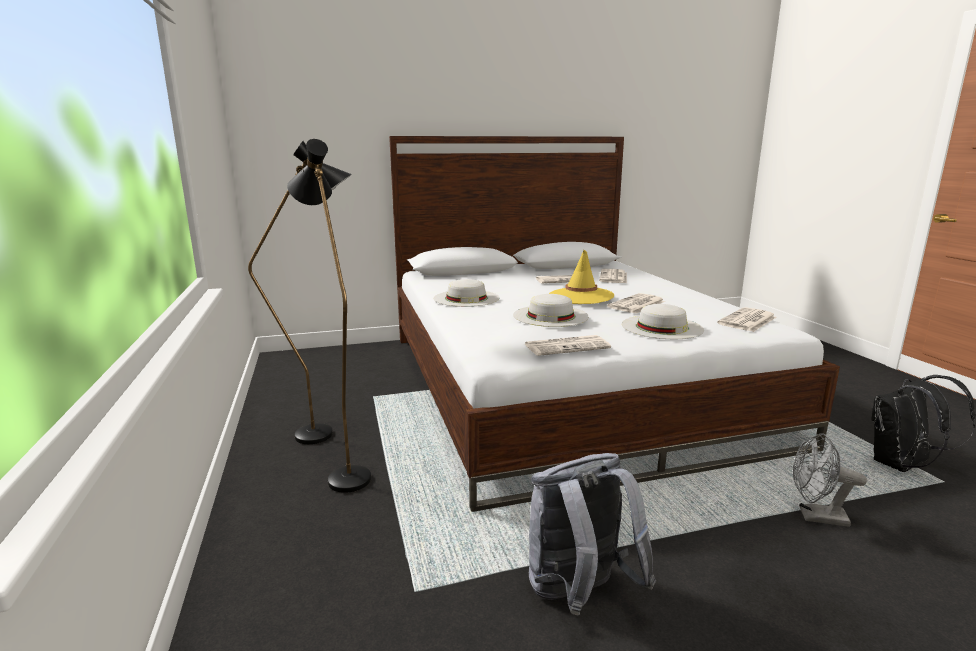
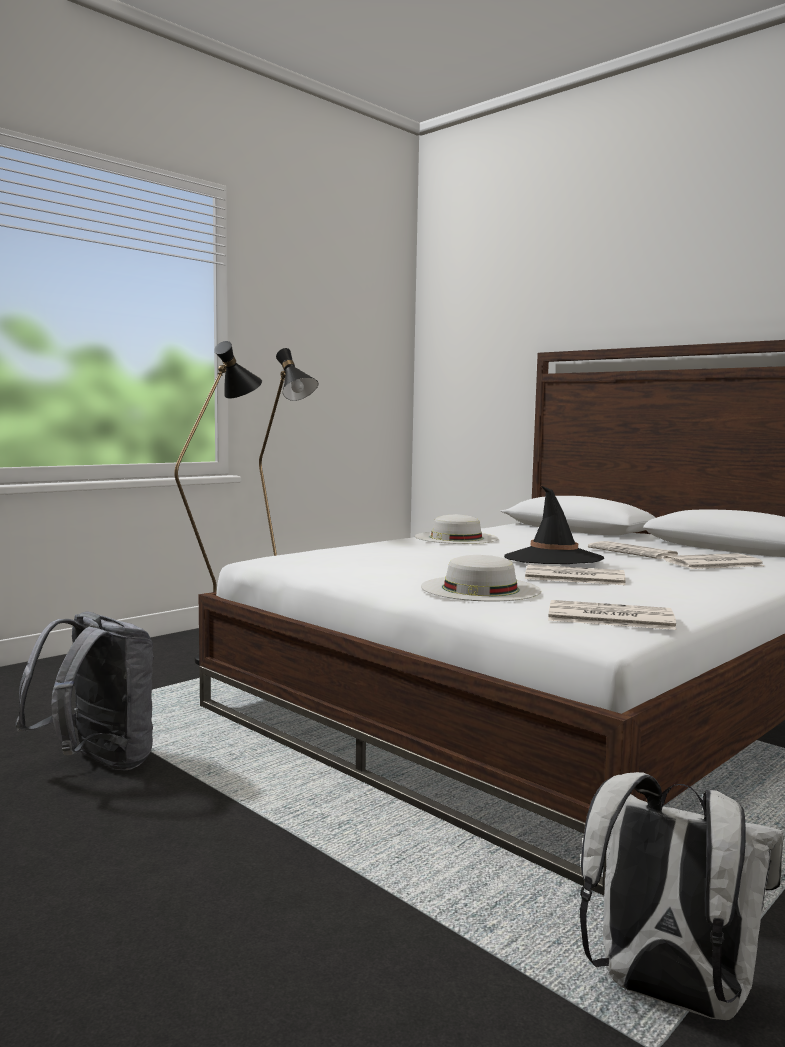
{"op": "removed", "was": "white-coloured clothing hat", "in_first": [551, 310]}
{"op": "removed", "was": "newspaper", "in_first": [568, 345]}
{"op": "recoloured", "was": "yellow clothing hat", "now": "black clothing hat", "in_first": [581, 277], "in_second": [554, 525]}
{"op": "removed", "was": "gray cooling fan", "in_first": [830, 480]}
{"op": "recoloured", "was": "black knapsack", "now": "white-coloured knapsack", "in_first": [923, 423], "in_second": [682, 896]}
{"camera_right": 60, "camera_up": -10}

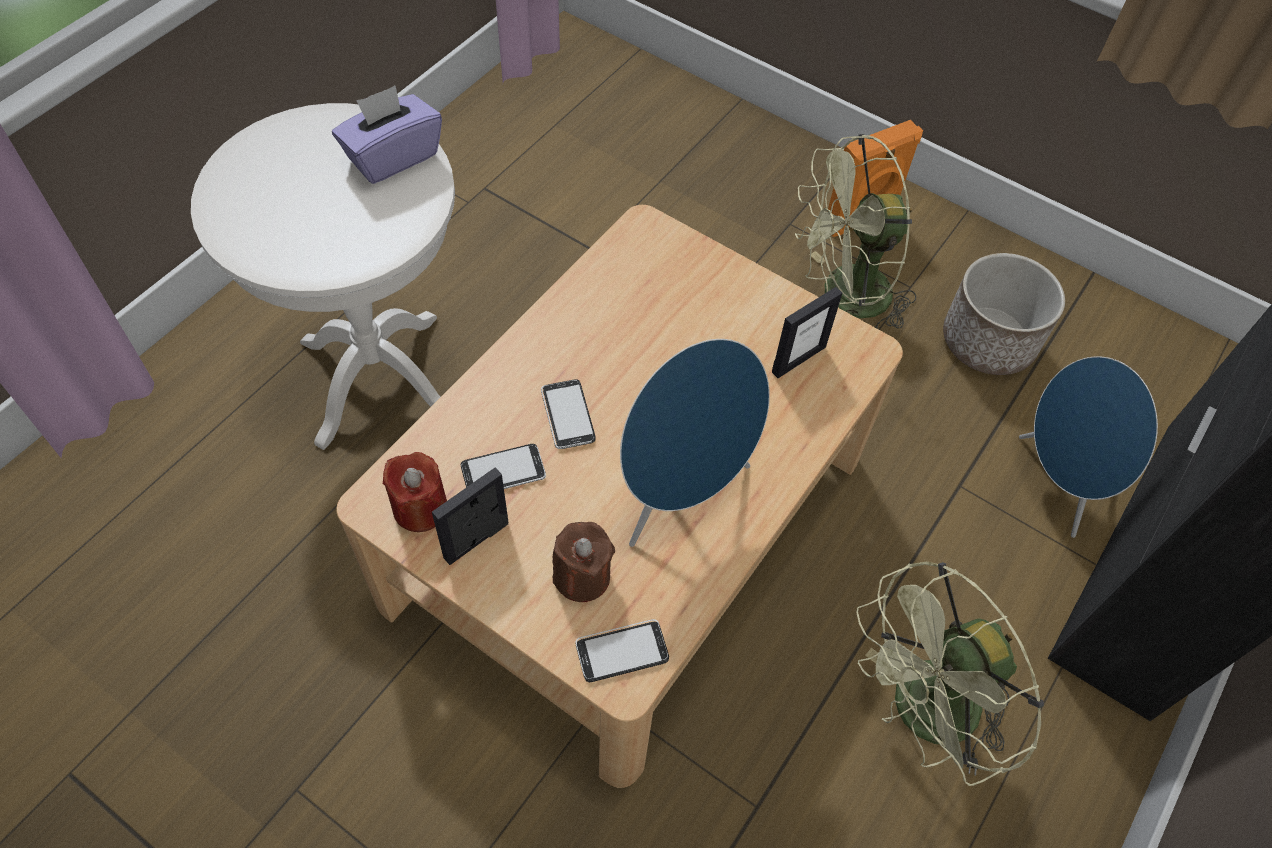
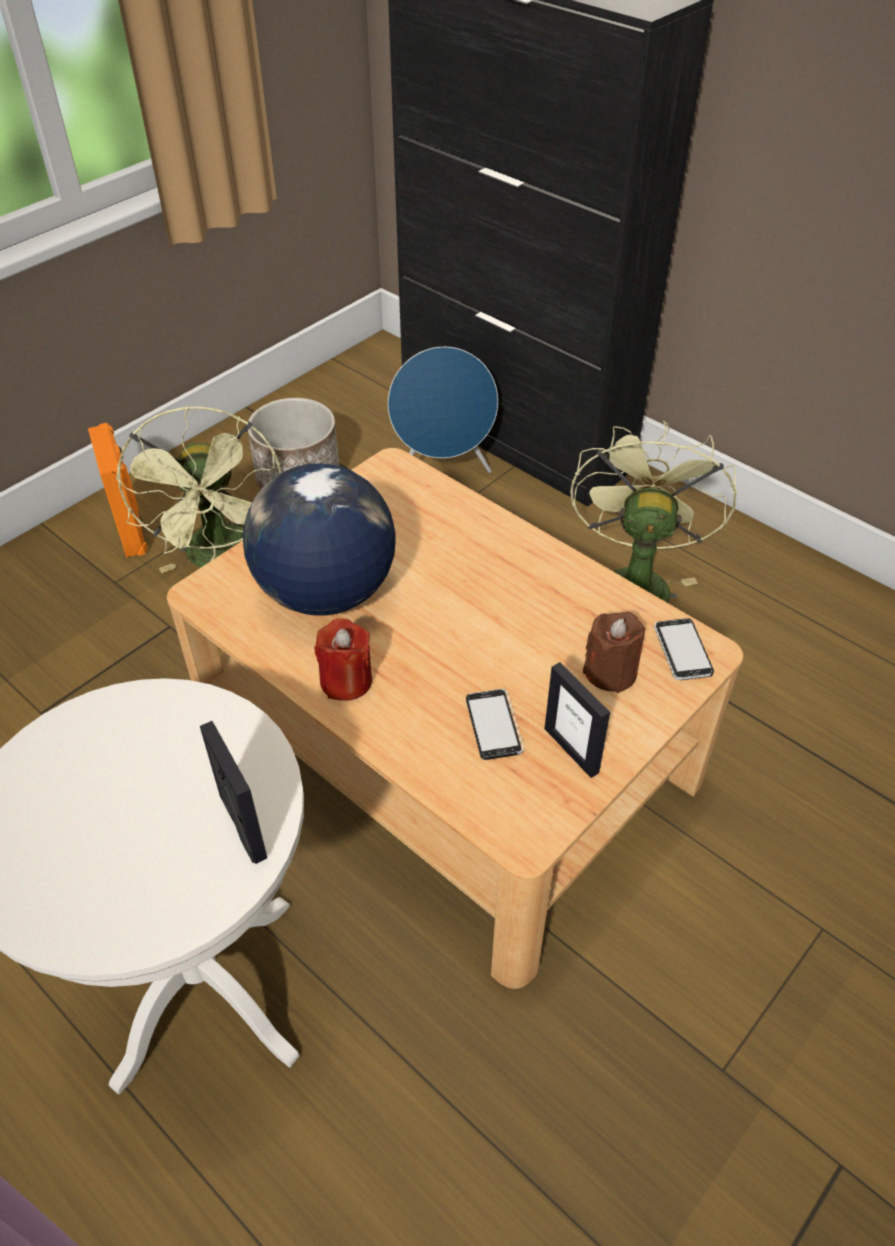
{"op": "removed", "was": "purplish box of tissues", "in_first": [387, 135]}
{"op": "moved", "was": "reddish candle", "in_first": [415, 492], "in_second": [343, 659]}
{"op": "removed", "was": "telephone", "in_first": [568, 414]}
{"op": "removed", "was": "blue-coloured audio speaker", "in_first": [695, 443]}
{"op": "moved", "was": "picture frame", "in_first": [807, 332], "in_second": [233, 792]}
{"op": "turned", "was": "green-coloured cooling fan", "in_first": [950, 673], "in_second": [653, 511], "clockwise": -150}
{"op": "added", "now": "world globe", "in_second": [319, 539]}
{"camera_right": -80, "camera_up": -10}

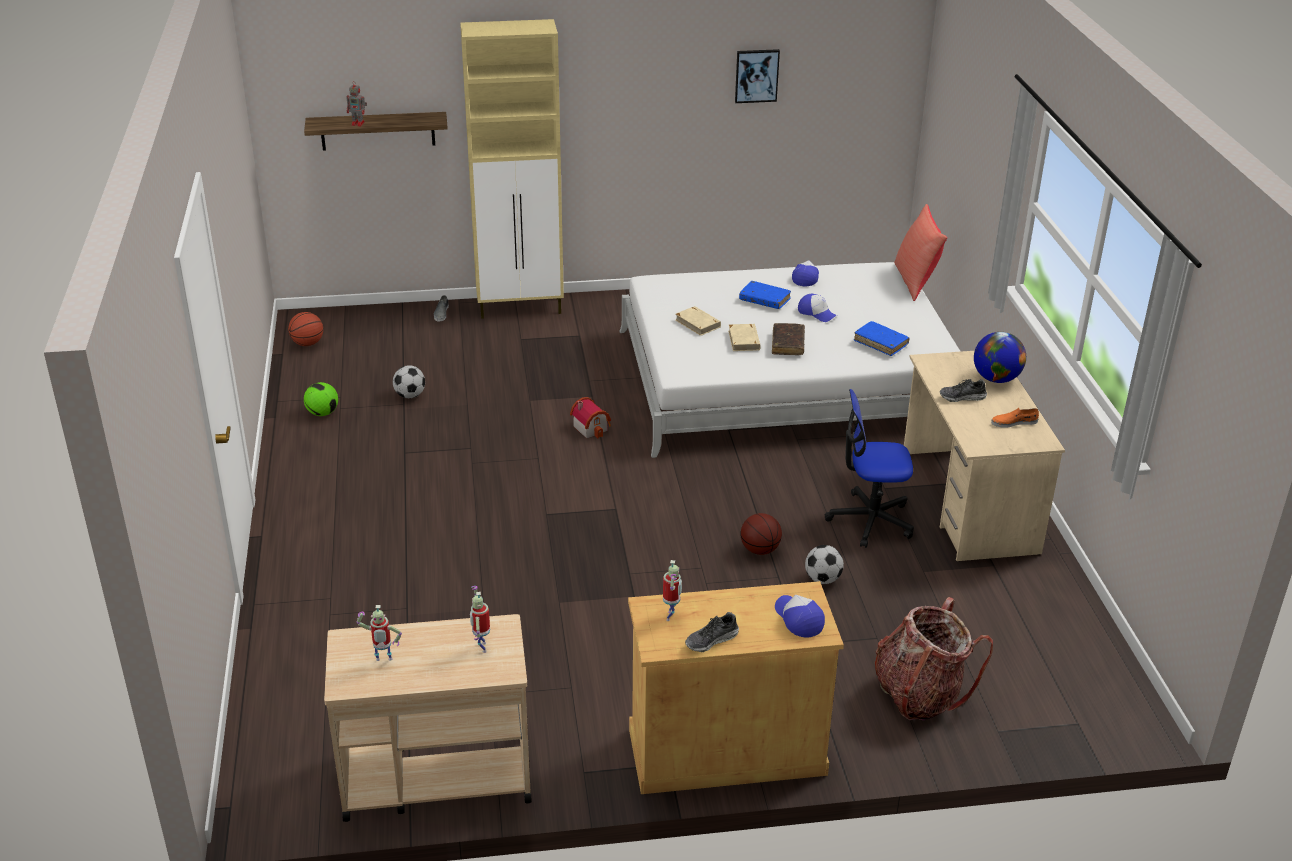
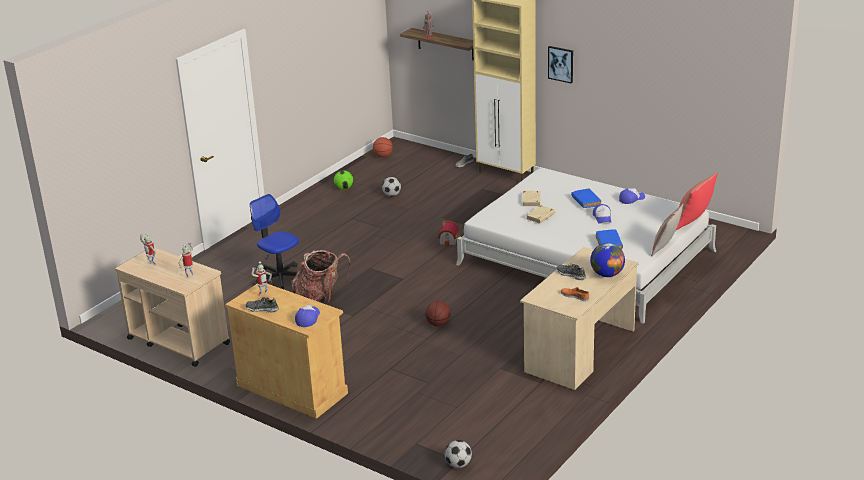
{"op": "moved", "was": "wall picture", "in_first": [757, 76], "in_second": [560, 65]}
{"op": "removed", "was": "brown book", "in_first": [788, 339]}
{"op": "moved", "was": "football", "in_first": [824, 564], "in_second": [458, 454]}
{"op": "moved", "was": "office chair", "in_first": [869, 468], "in_second": [274, 241]}
{"op": "moved", "was": "knapsack", "in_first": [934, 659], "in_second": [320, 277]}
{"op": "added", "now": "cushion", "in_second": [667, 230]}
{"camera_right": 45, "camera_up": -5}

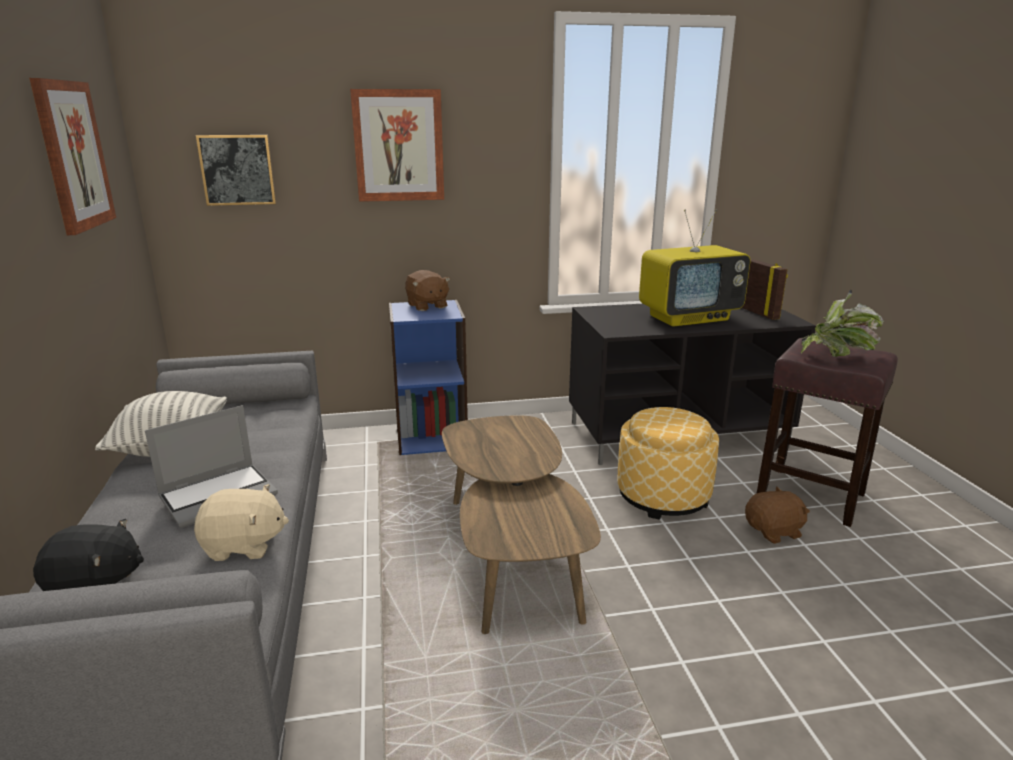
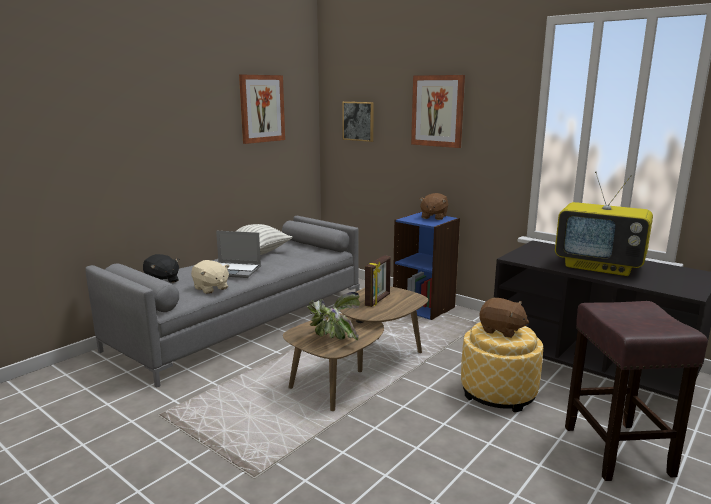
{"op": "moved", "was": "picture frame", "in_first": [764, 289], "in_second": [378, 281]}
{"op": "moved", "was": "brown soft toy", "in_first": [777, 515], "in_second": [504, 318]}
{"op": "moved", "was": "plant in a pot", "in_first": [842, 323], "in_second": [333, 316]}
{"camera_right": 50, "camera_up": -5}

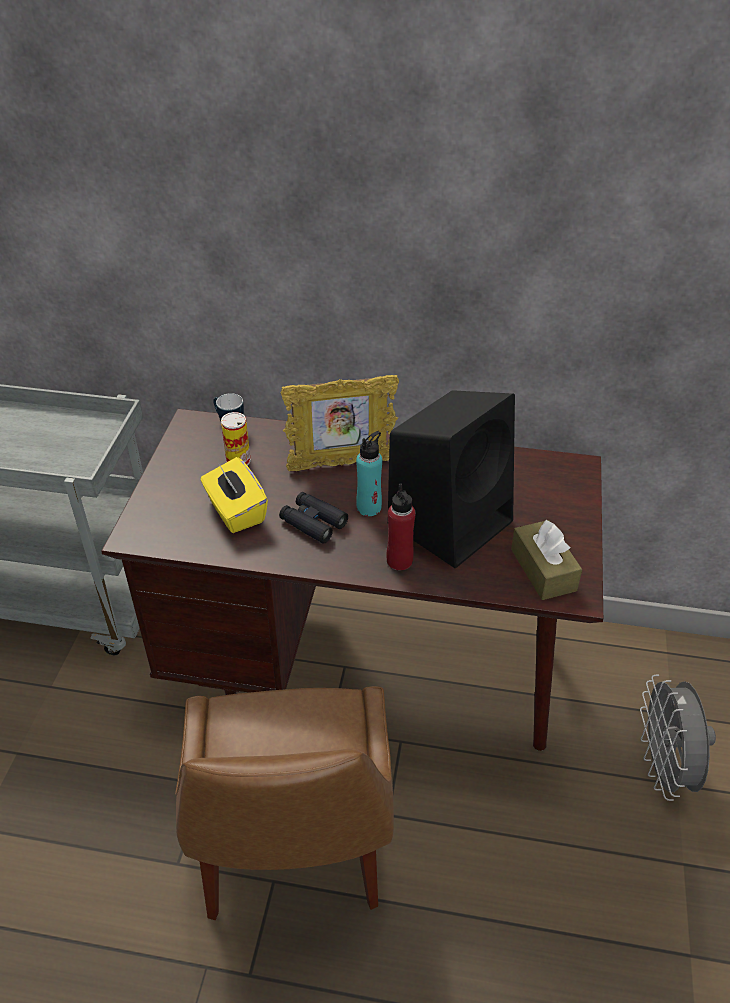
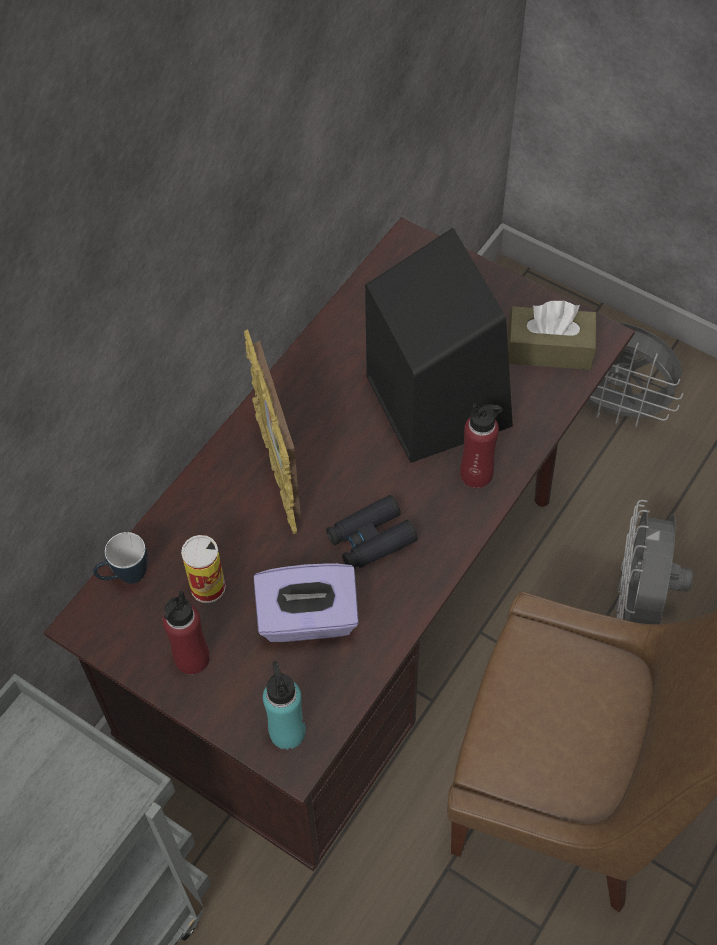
{"op": "recoloured", "was": "yellow box of tissues", "now": "purplish box of tissues", "in_first": [234, 495], "in_second": [306, 602]}
{"op": "turned", "was": "picture frame", "in_first": [340, 423], "in_second": [272, 431], "clockwise": 150}
{"op": "moved", "was": "blue-green beverage bottle", "in_first": [369, 473], "in_second": [284, 705]}
{"op": "added", "now": "reddish beverage bottle", "in_second": [186, 632]}
{"op": "added", "now": "gray cooling fan", "in_second": [654, 562]}
{"camera_right": -65, "camera_up": 15}

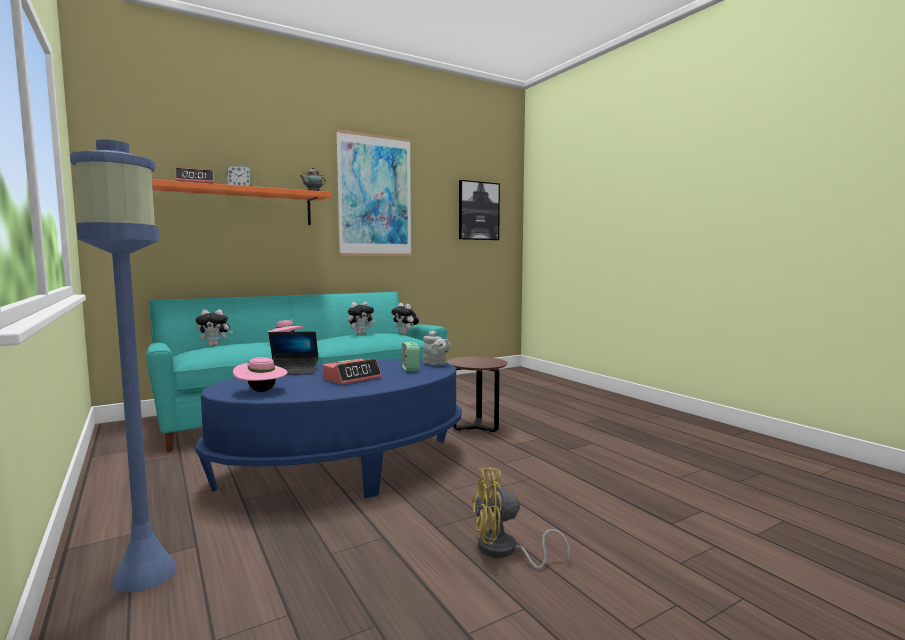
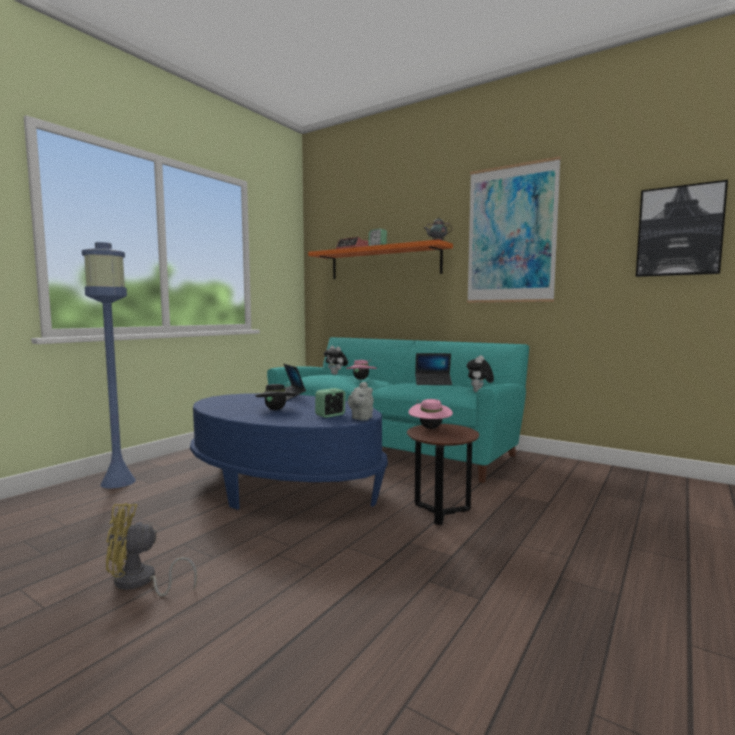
{"op": "moved", "was": "pink-coloured clothing hat", "in_first": [260, 374], "in_second": [431, 414]}
{"op": "replaced", "was": "table clock", "now": "black clothing hat", "in_first": [352, 371], "in_second": [275, 397]}
{"op": "replaced", "was": "soft toy", "now": "notebook computer", "in_first": [362, 318], "in_second": [433, 369]}
{"op": "turned", "was": "yellow cooling fan", "in_first": [521, 518], "in_second": [151, 549], "clockwise": -75}
{"camera_right": 65, "camera_up": 0}

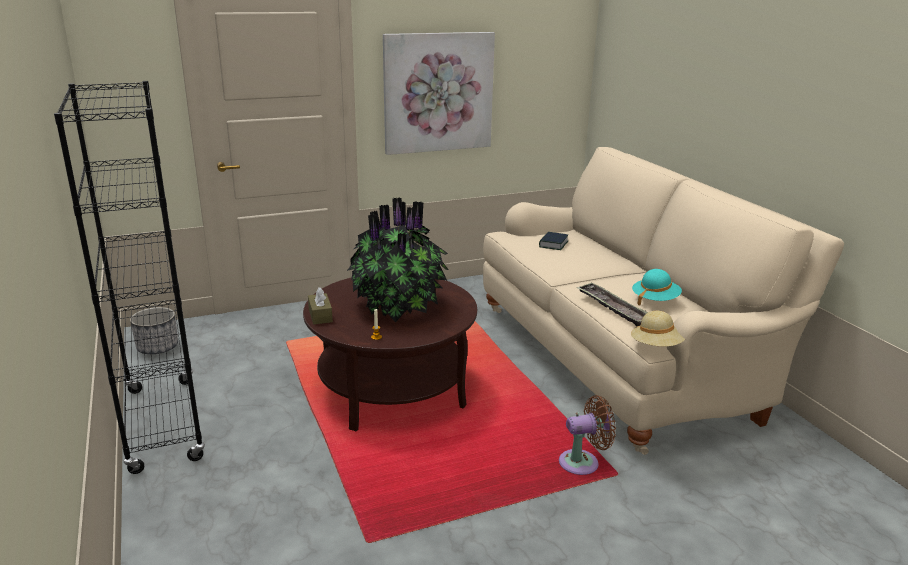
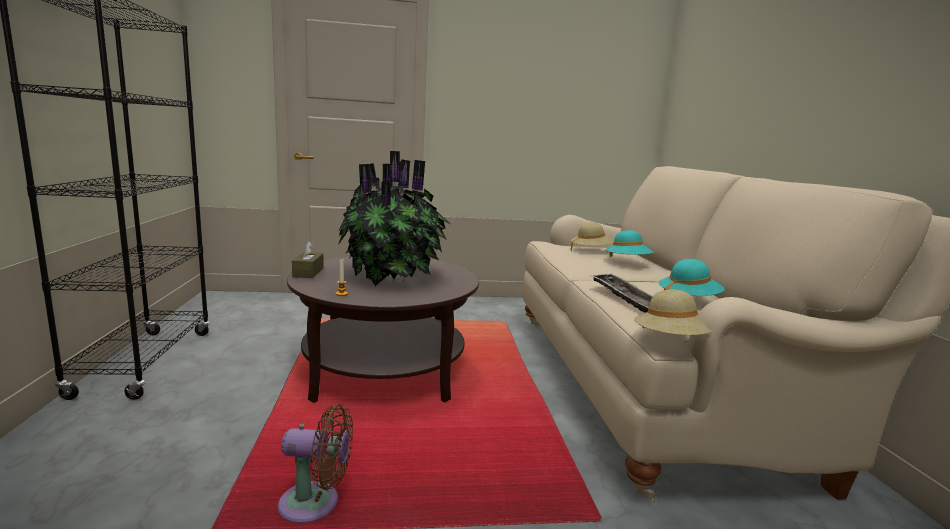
{"op": "removed", "was": "plant pot", "in_first": [154, 330]}
{"op": "removed", "was": "wall picture", "in_first": [439, 93]}
{"op": "replaced", "was": "book", "now": "beige clothing hat", "in_first": [553, 241], "in_second": [592, 236]}
{"op": "moved", "was": "brown cooling fan", "in_first": [587, 435], "in_second": [315, 463]}
{"op": "added", "now": "blue-green clothing hat", "in_second": [629, 243]}
{"camera_right": 15, "camera_up": -10}

